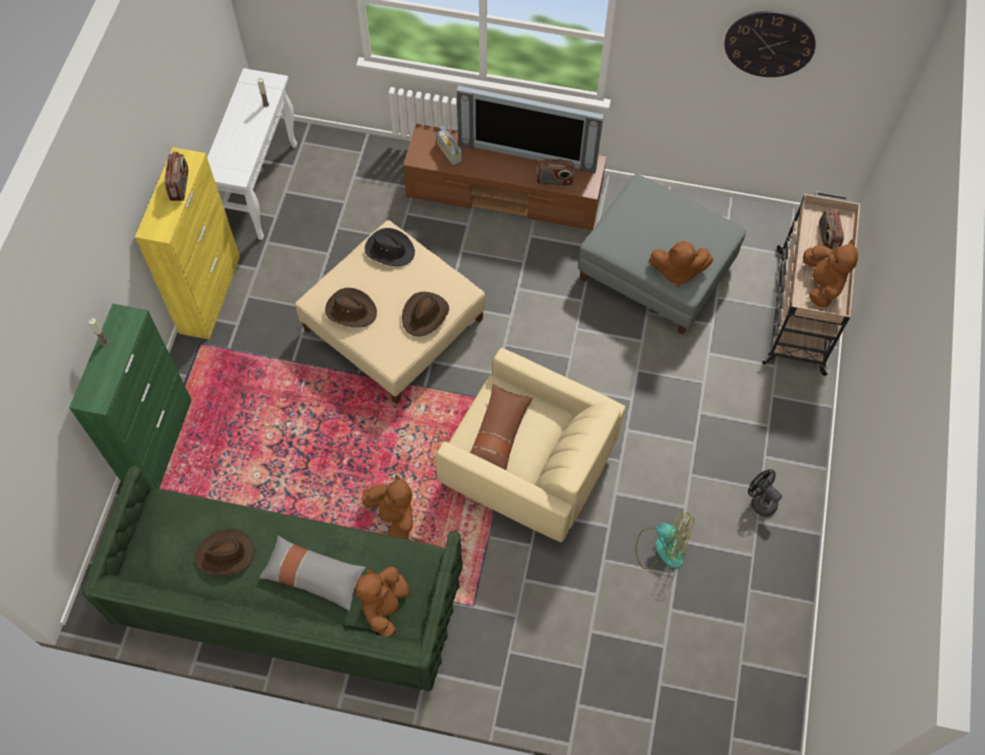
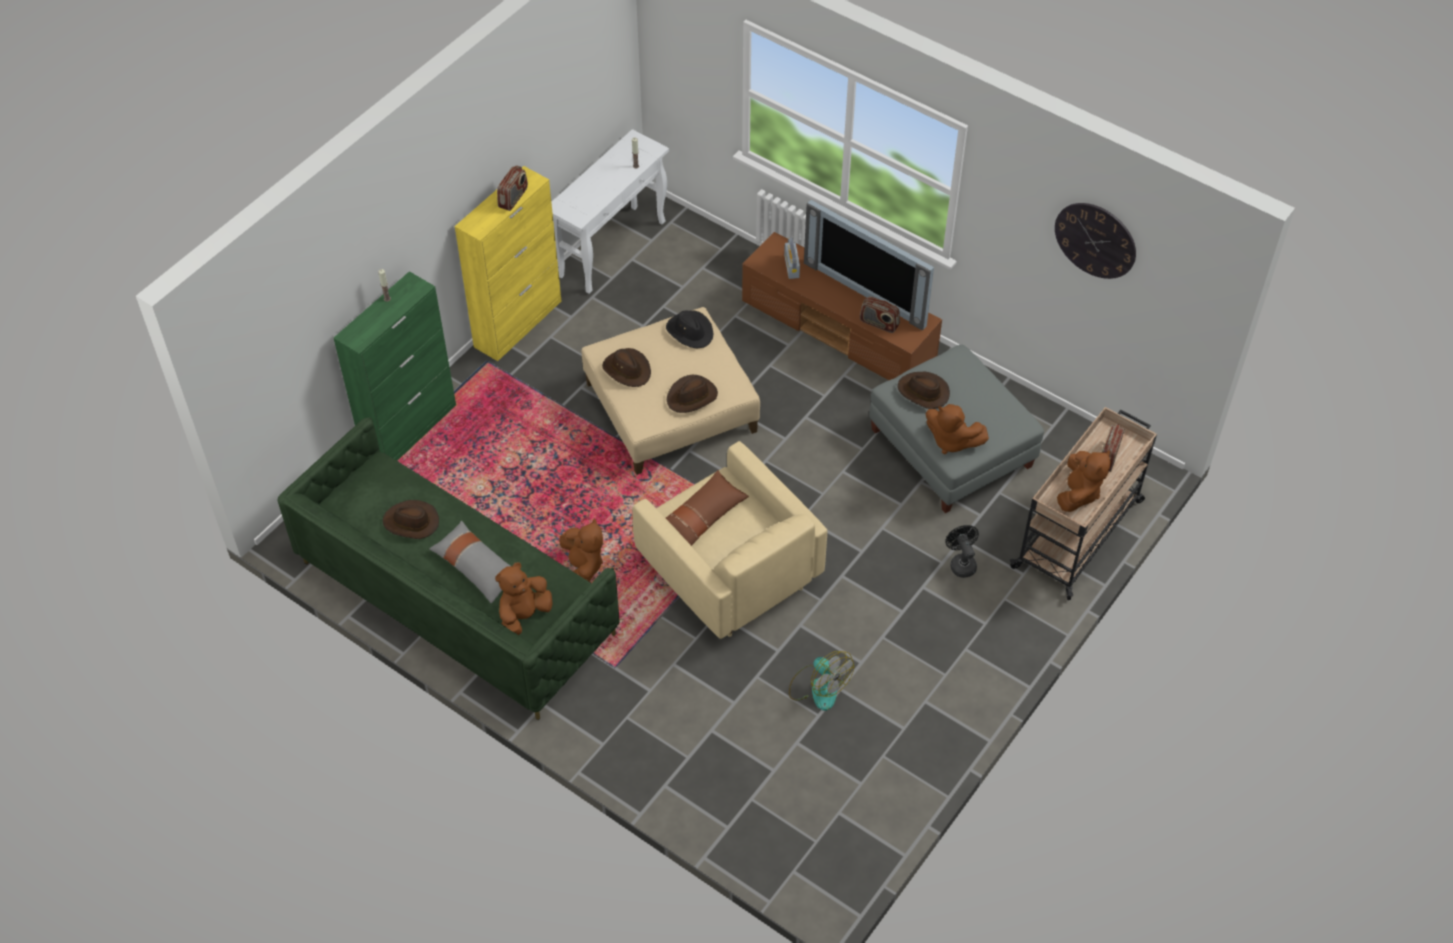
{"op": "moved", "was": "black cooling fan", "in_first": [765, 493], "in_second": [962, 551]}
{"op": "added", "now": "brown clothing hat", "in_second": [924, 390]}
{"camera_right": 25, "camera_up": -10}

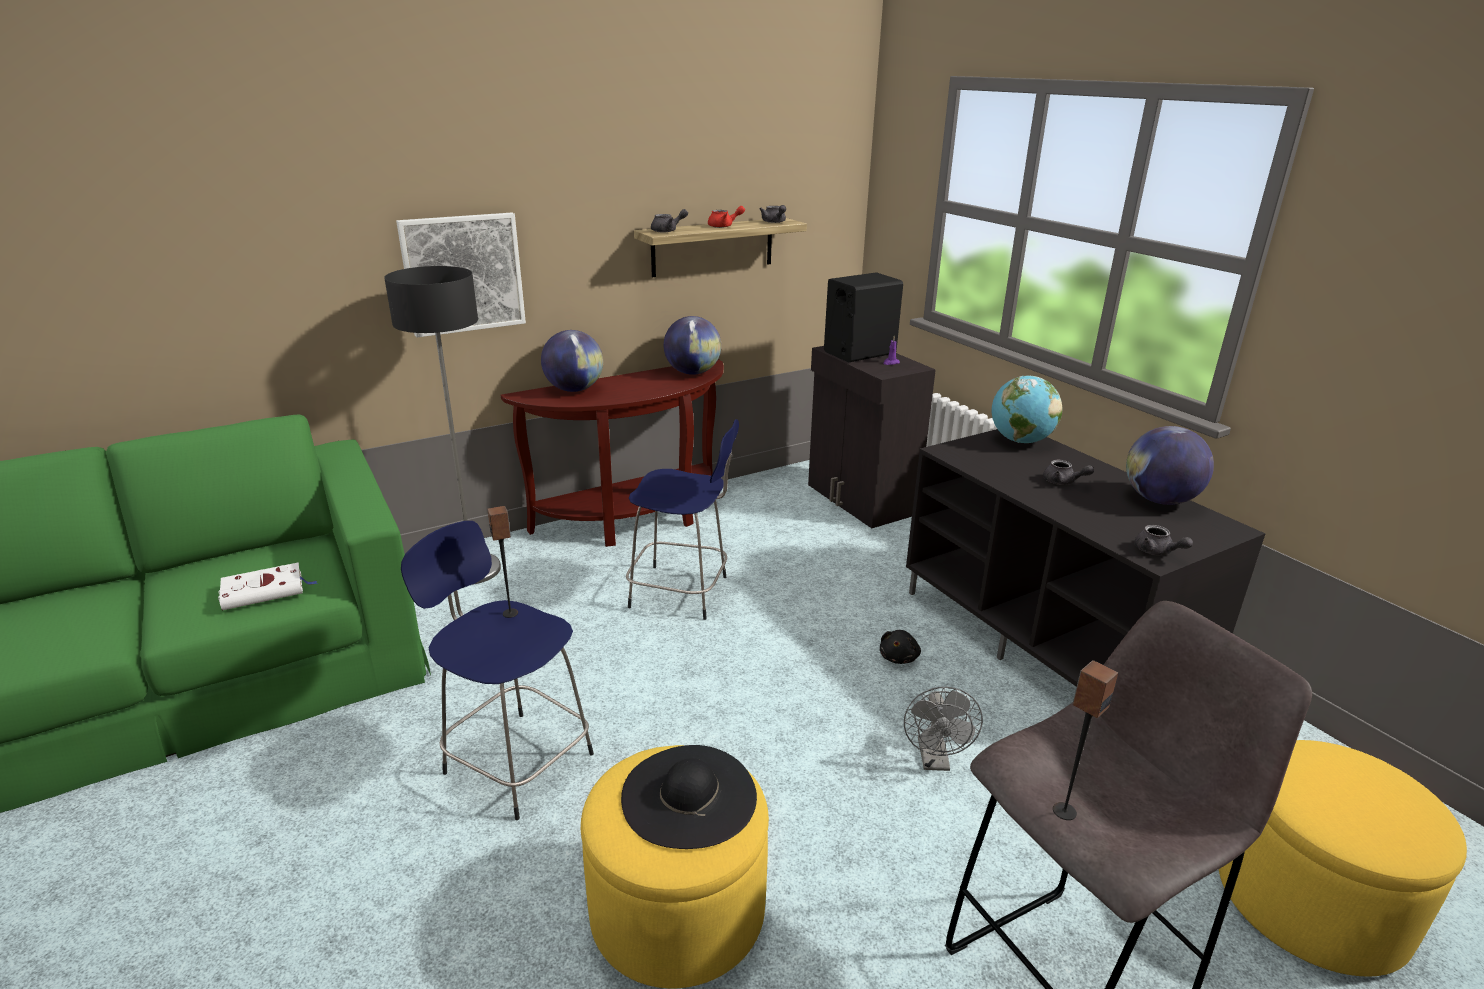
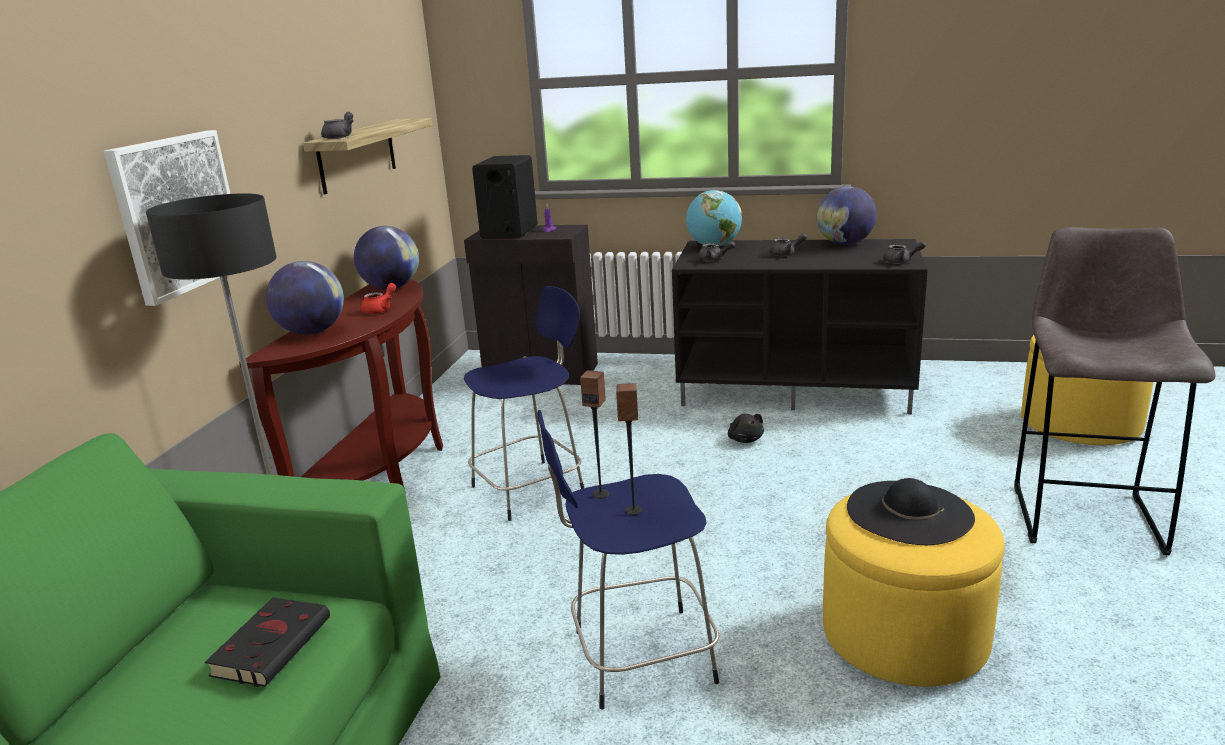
{"op": "recoloured", "was": "white-coloured book", "now": "black book", "in_first": [267, 586], "in_second": [267, 642]}
{"op": "moved", "was": "reddish tea pot", "in_first": [726, 217], "in_second": [378, 298]}
{"op": "moved", "was": "gray tea pot", "in_first": [773, 214], "in_second": [716, 251]}
{"op": "removed", "was": "gray cooling fan", "in_first": [943, 729]}
{"op": "moved", "was": "audio speaker", "in_first": [1085, 740], "in_second": [629, 449]}
{"camera_right": -45, "camera_up": -5}

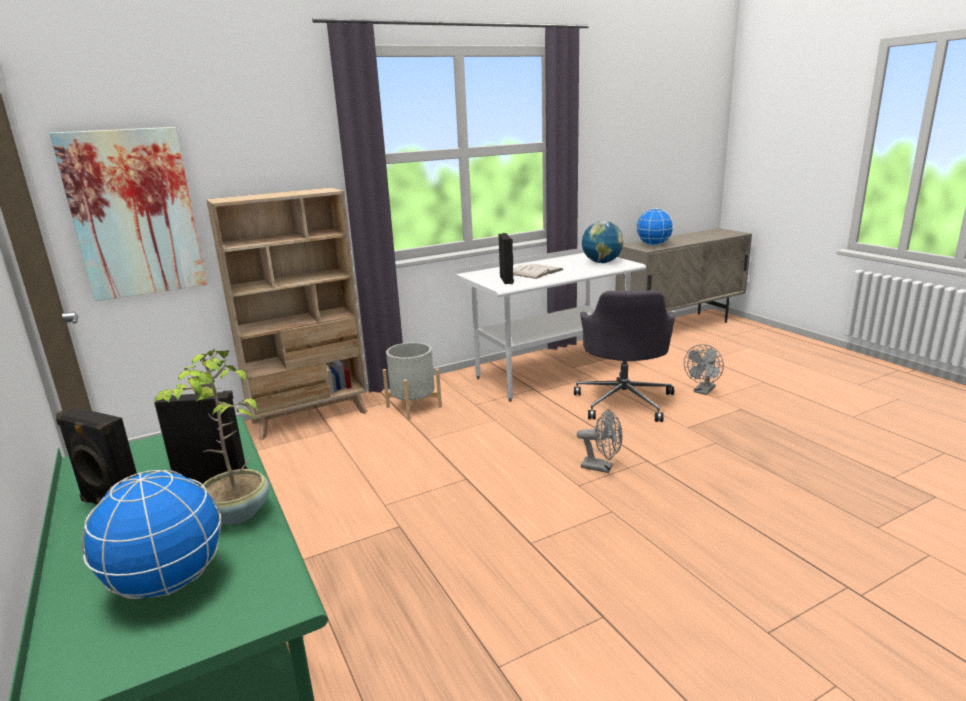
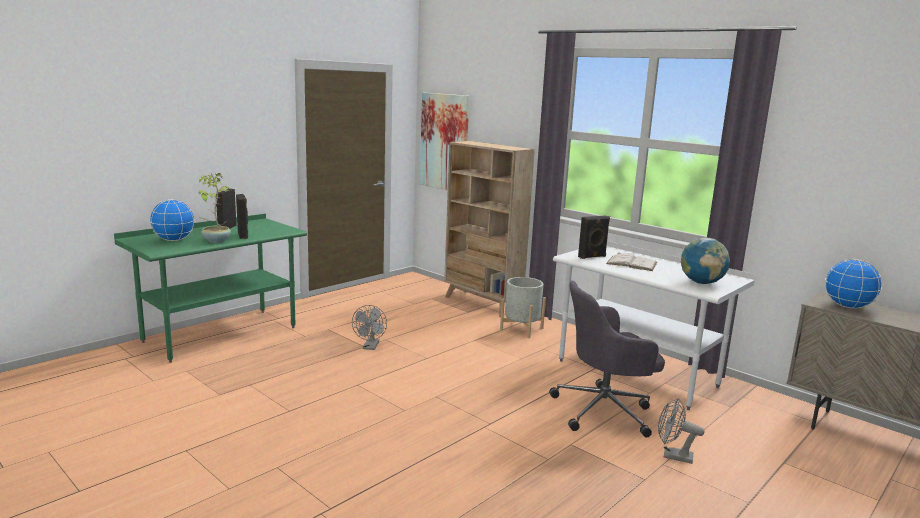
{"op": "moved", "was": "gray cooling fan", "in_first": [599, 441], "in_second": [369, 327]}
{"camera_right": 70, "camera_up": -5}

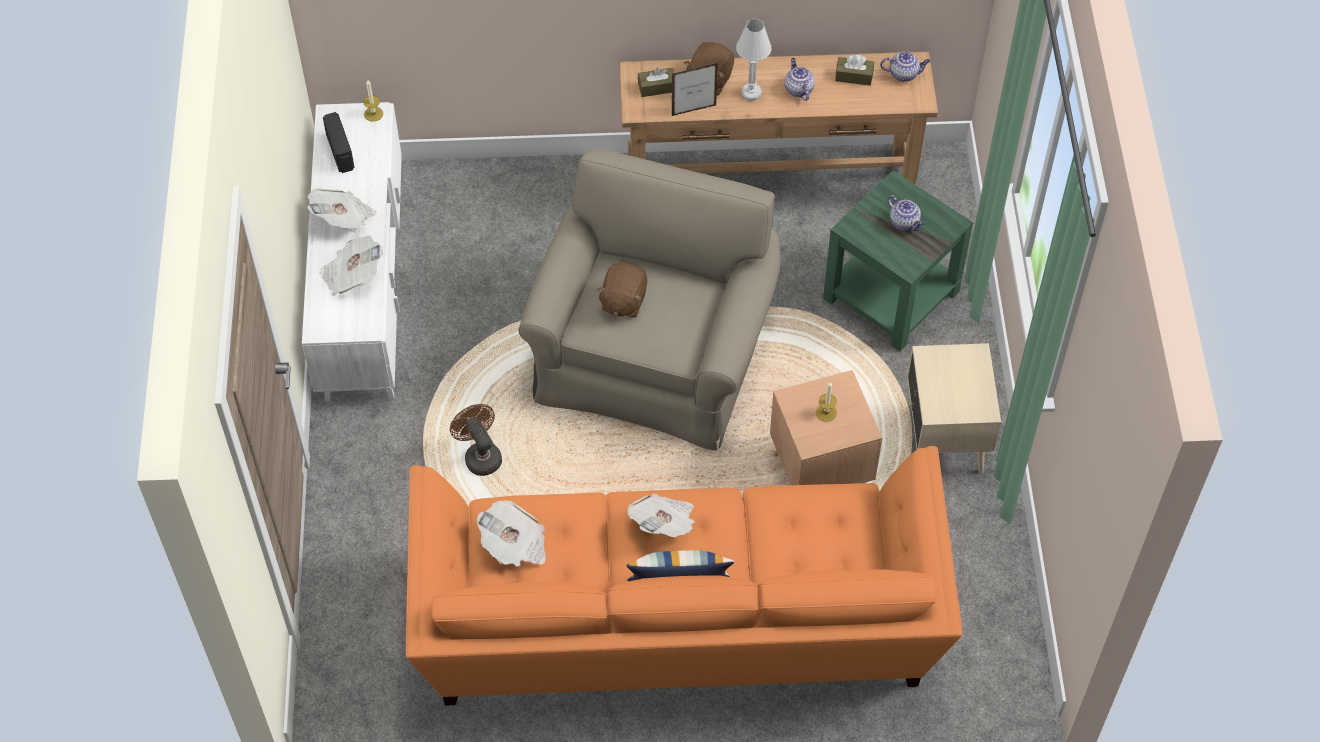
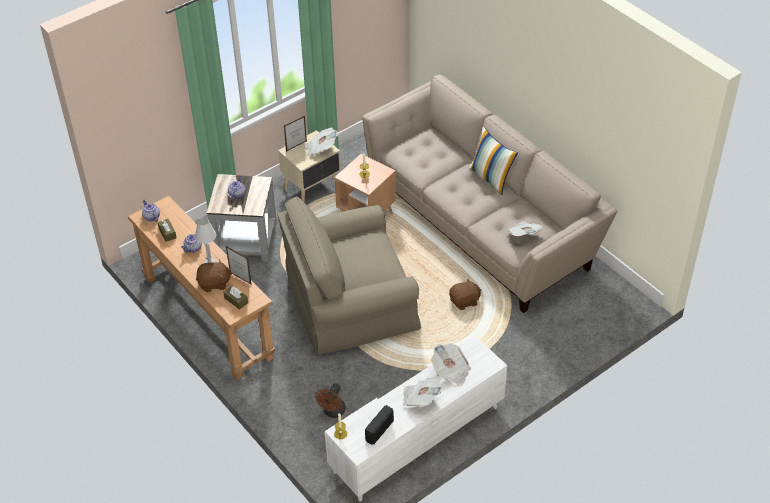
{"op": "recoloured", "was": "orange-coloured settee", "now": "beige settee", "in_first": [684, 576], "in_second": [489, 194]}
{"op": "moved", "was": "brown cooling fan", "in_first": [476, 440], "in_second": [330, 400]}
{"op": "moved", "was": "brown soft toy", "in_first": [622, 290], "in_second": [465, 294]}
{"op": "moved", "was": "newspaper", "in_first": [661, 515], "in_second": [321, 142]}
{"op": "recoloured", "was": "green-coloured end table", "now": "gray end table", "in_first": [898, 260], "in_second": [242, 218]}
{"op": "added", "now": "picture frame", "in_second": [295, 134]}
{"camera_right": -125, "camera_up": -10}

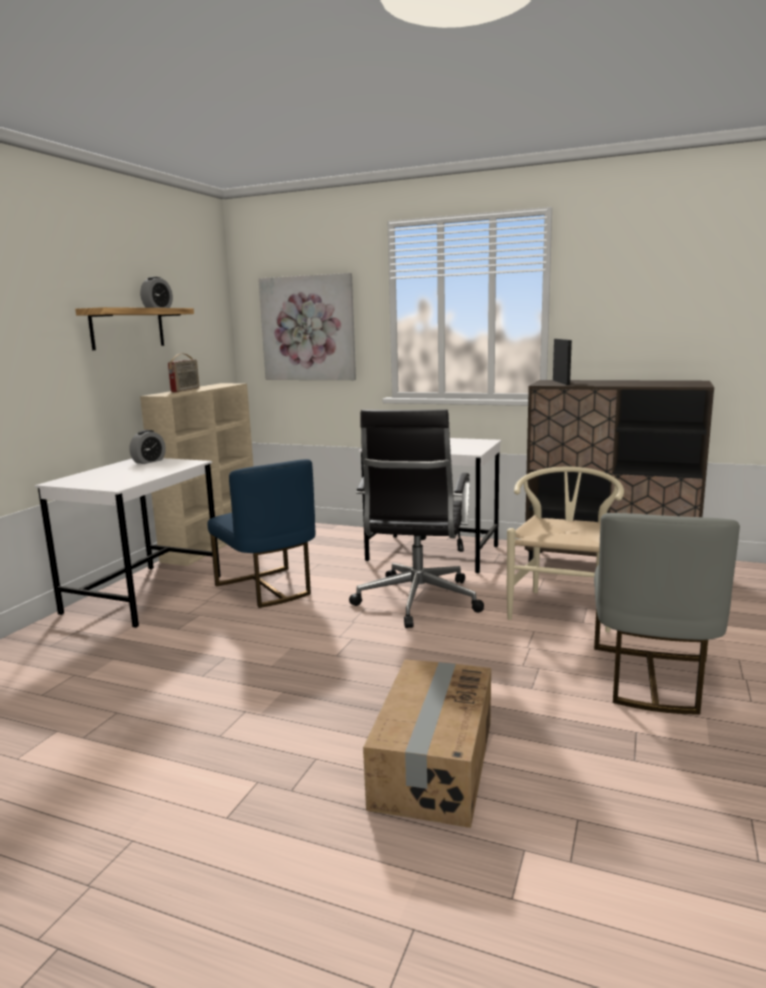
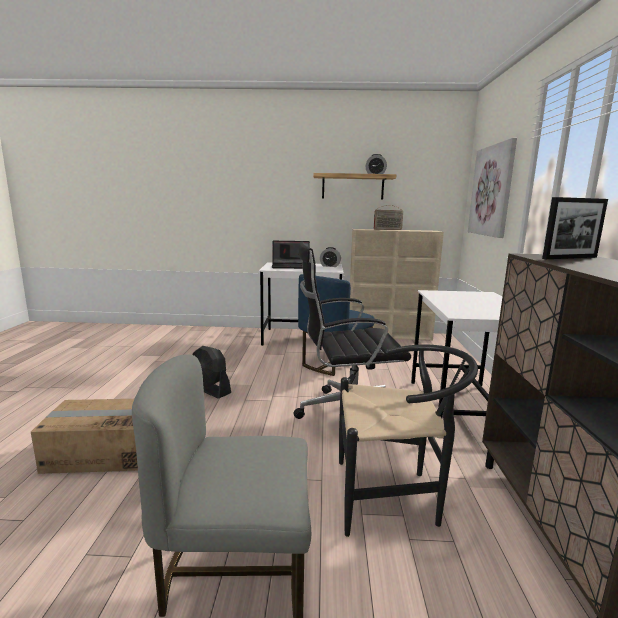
{"op": "recoloured", "was": "beige upright chair", "now": "black upright chair", "in_first": [565, 549], "in_second": [408, 441]}
{"op": "added", "now": "black cooling fan", "in_second": [211, 372]}
{"op": "added", "now": "notebook computer", "in_second": [291, 255]}
{"camera_right": 70, "camera_up": 0}

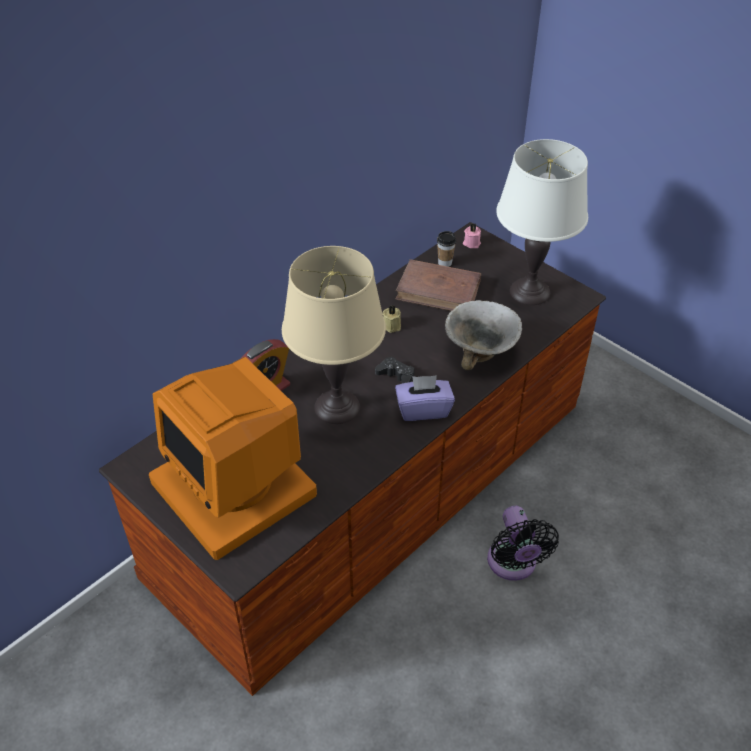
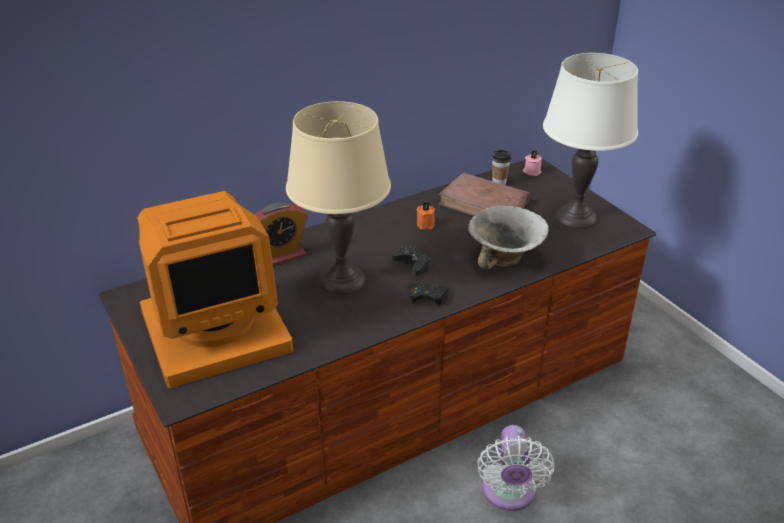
{"op": "turned", "was": "monitor", "in_first": [233, 458], "in_second": [215, 289], "clockwise": -90}
{"op": "recoloured", "was": "beige candle", "now": "orange-coloured candle", "in_first": [392, 319], "in_second": [425, 215]}
{"op": "replaced", "was": "purplish box of tissues", "now": "black joypad", "in_first": [425, 398], "in_second": [428, 294]}
{"op": "recoloured", "was": "black cooling fan", "now": "white-coloured cooling fan", "in_first": [523, 543], "in_second": [515, 468]}
{"camera_right": 15, "camera_up": -10}

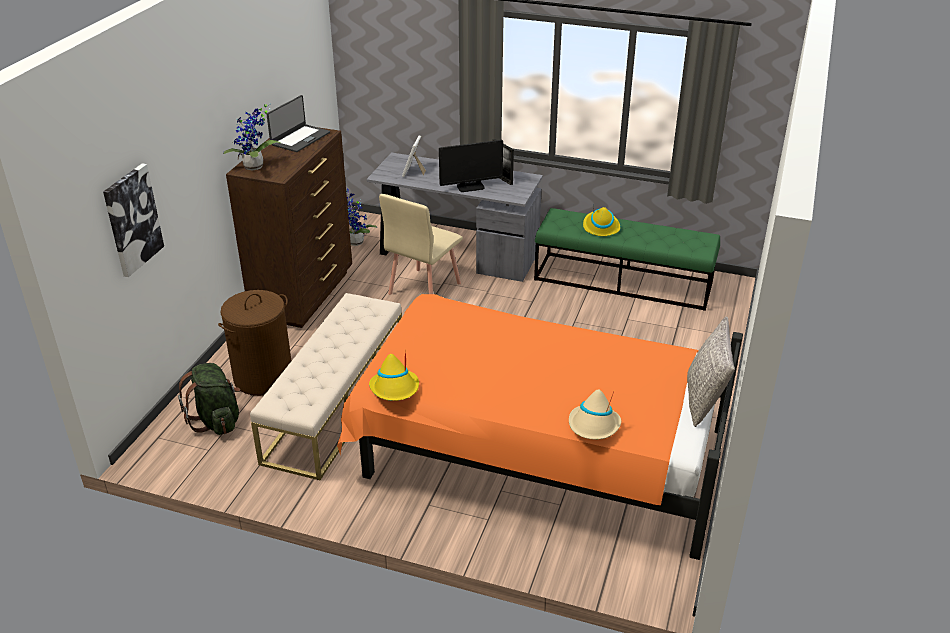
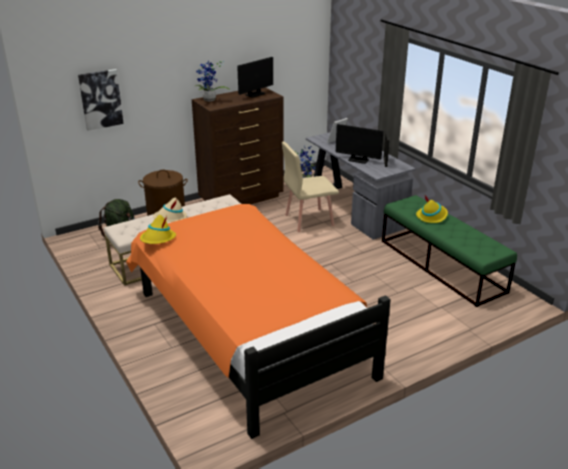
{"op": "replaced", "was": "notebook computer", "now": "monitor", "in_first": [298, 123], "in_second": [255, 77]}
{"op": "moved", "was": "beige clothing hat", "in_first": [595, 414], "in_second": [170, 210]}
{"op": "removed", "was": "gray cushion", "in_first": [711, 371]}
{"camera_right": 40, "camera_up": -5}

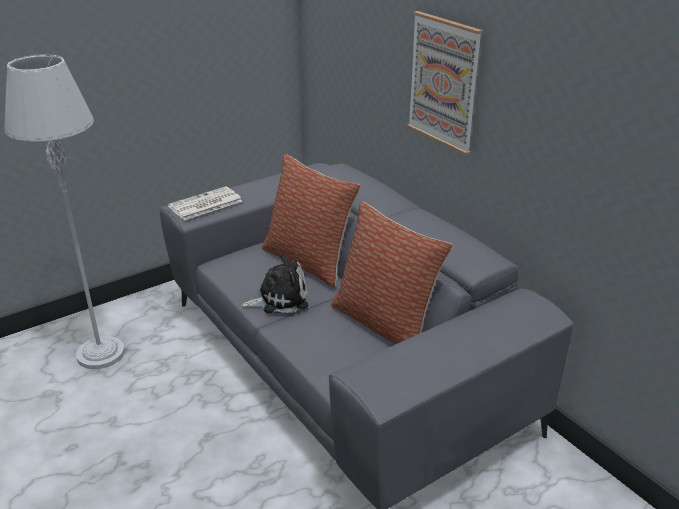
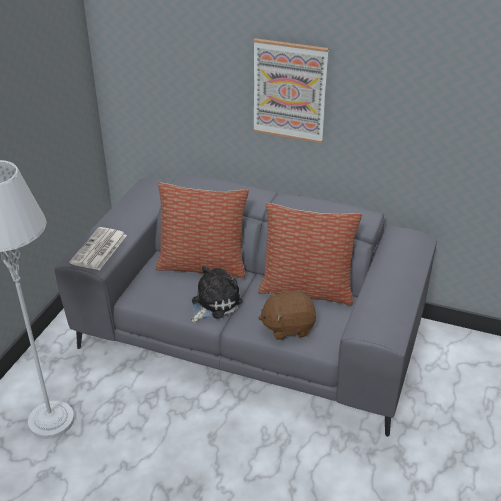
{"op": "added", "now": "brown soft toy", "in_second": [287, 315]}
{"camera_right": -35, "camera_up": 5}

